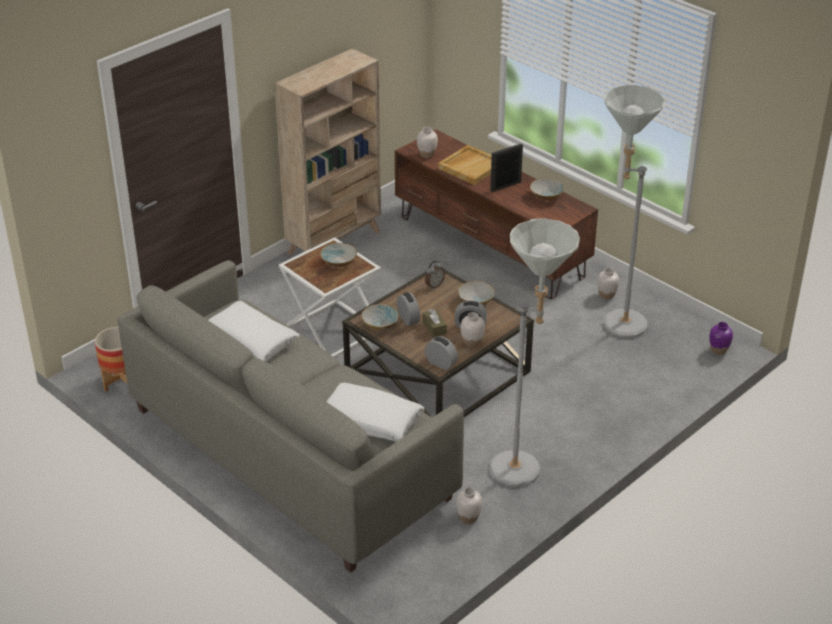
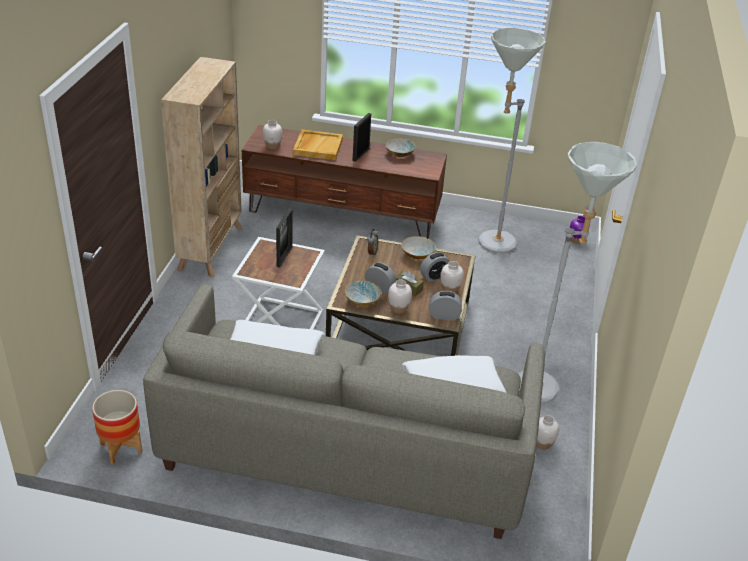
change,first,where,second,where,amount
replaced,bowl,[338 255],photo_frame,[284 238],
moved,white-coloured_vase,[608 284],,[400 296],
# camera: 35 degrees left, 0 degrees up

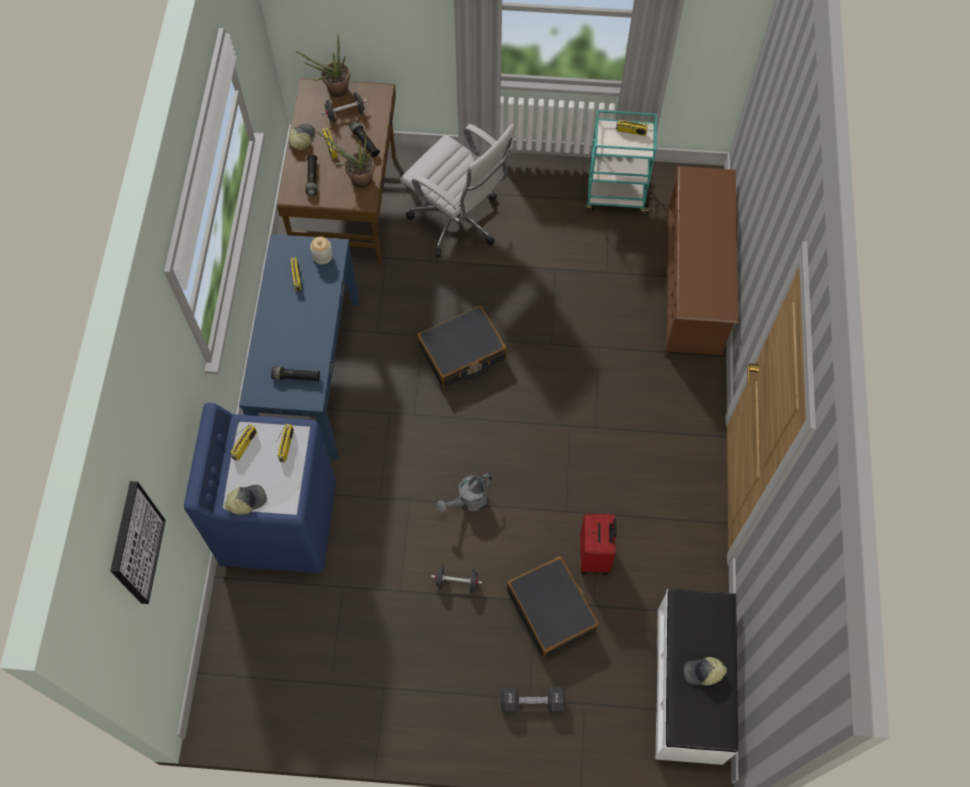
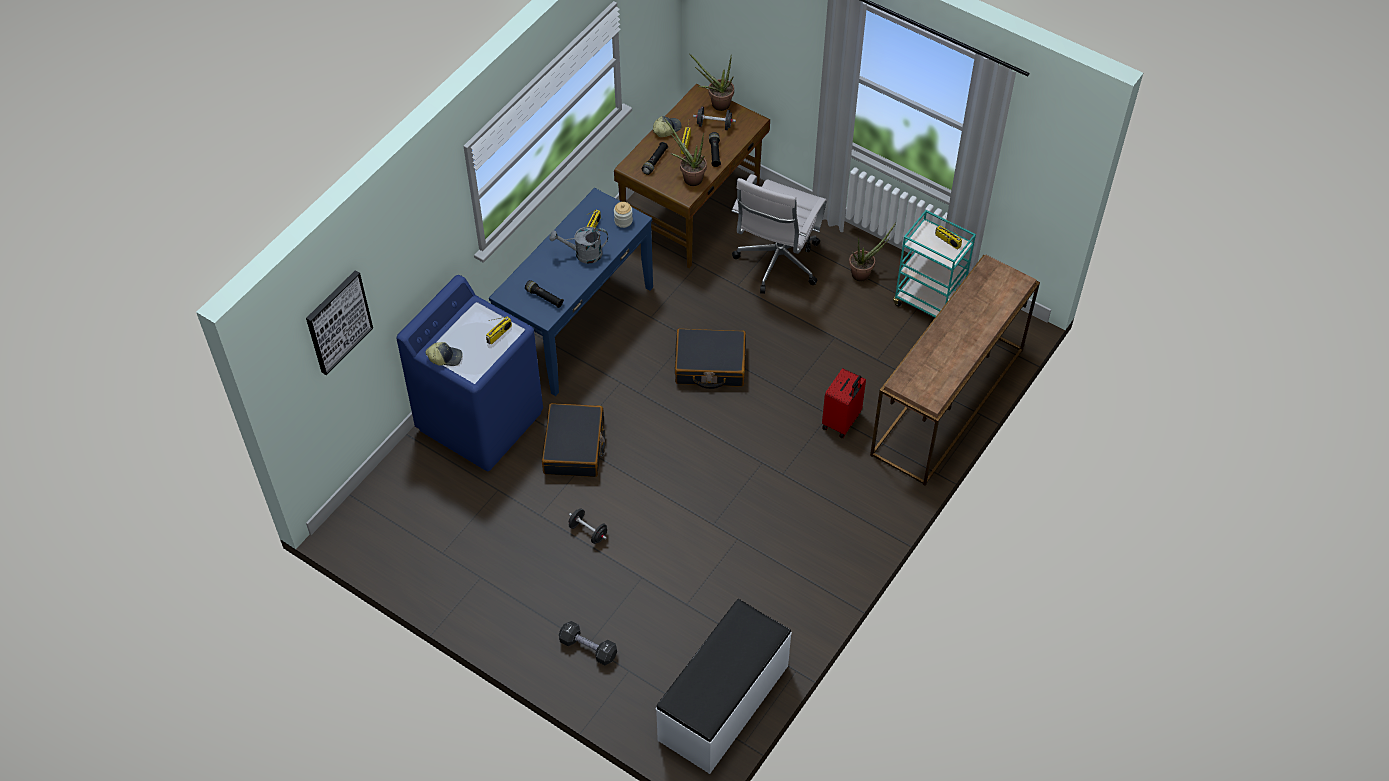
change,first,where,second,where,amount
moved,black-coloured_travel_case,[553 607],,[573 440],
moved,greyish_watering_can,[464 492],,[578 245],
turned,white-coloured_desk_chair,[457 191],,[779 234],45 degrees clockwise
moved,red-coloured_travel_case,[598 544],,[844 403],
added,,,houseplant,[872 251],
replaced,brown_shoe_stand,[701 260],brown_console_table,[955 370],
removed,radio_receiver,[243 442],,,
removed,peaked_cap,[705 671],,,
# camera: 30 degrees right, 10 degrees down

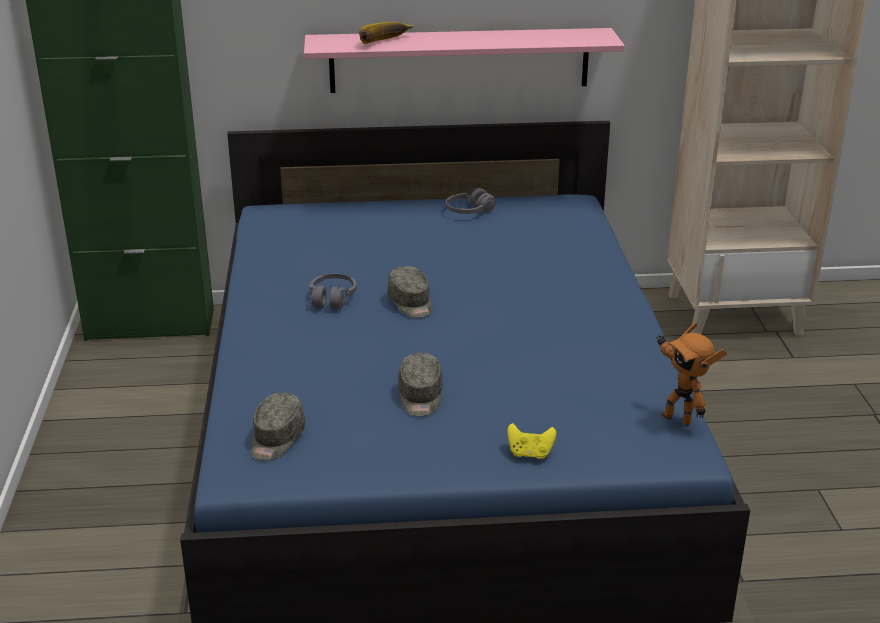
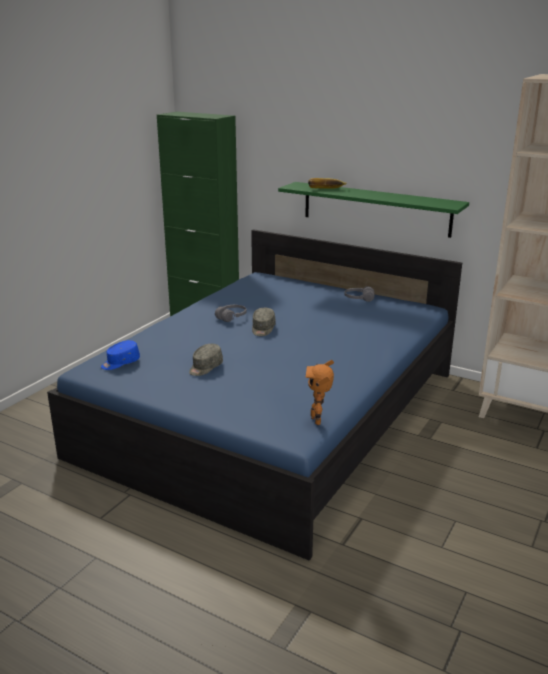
change,first,where,second,where,amount
recoloured,greyish_peaked_cap,[278 426],blue-coloured_peaked_cap,[120 355],
recoloured,pink_wall_shelf,[464 60],green_wall_shelf,[373 210],
removed,yellow-coloured_game_controller,[531 441],,,
# camera: 35 degrees right, 5 degrees down

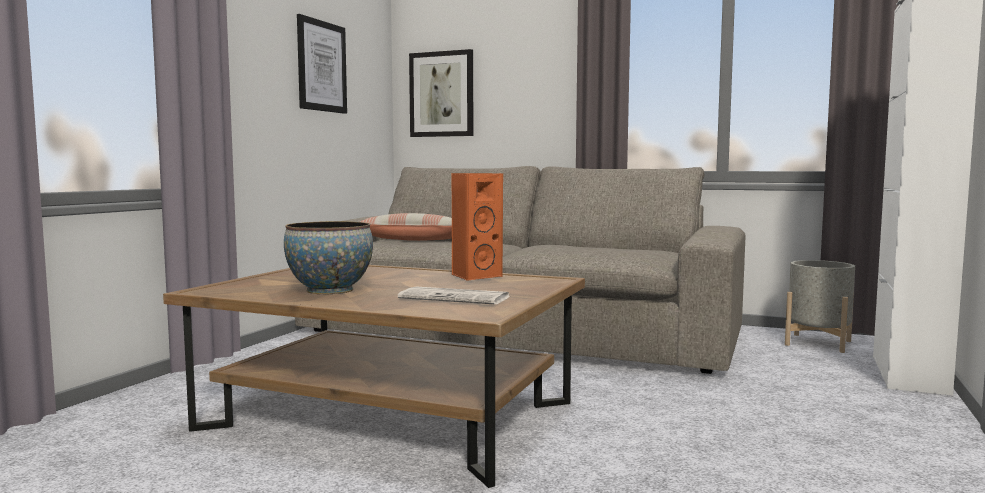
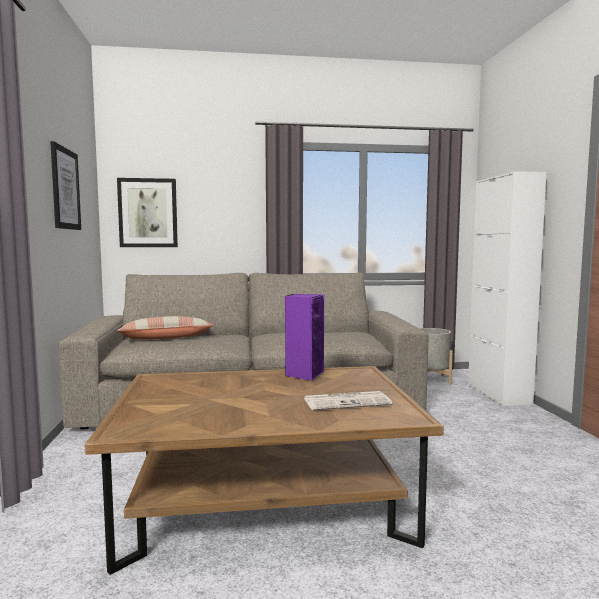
change,first,where,second,where,amount
recoloured,orange_speaker,[477 227],purple-coloured_speaker,[304 337],
removed,bowl,[328 258],,,
# camera: 30 degrees left, 0 degrees up

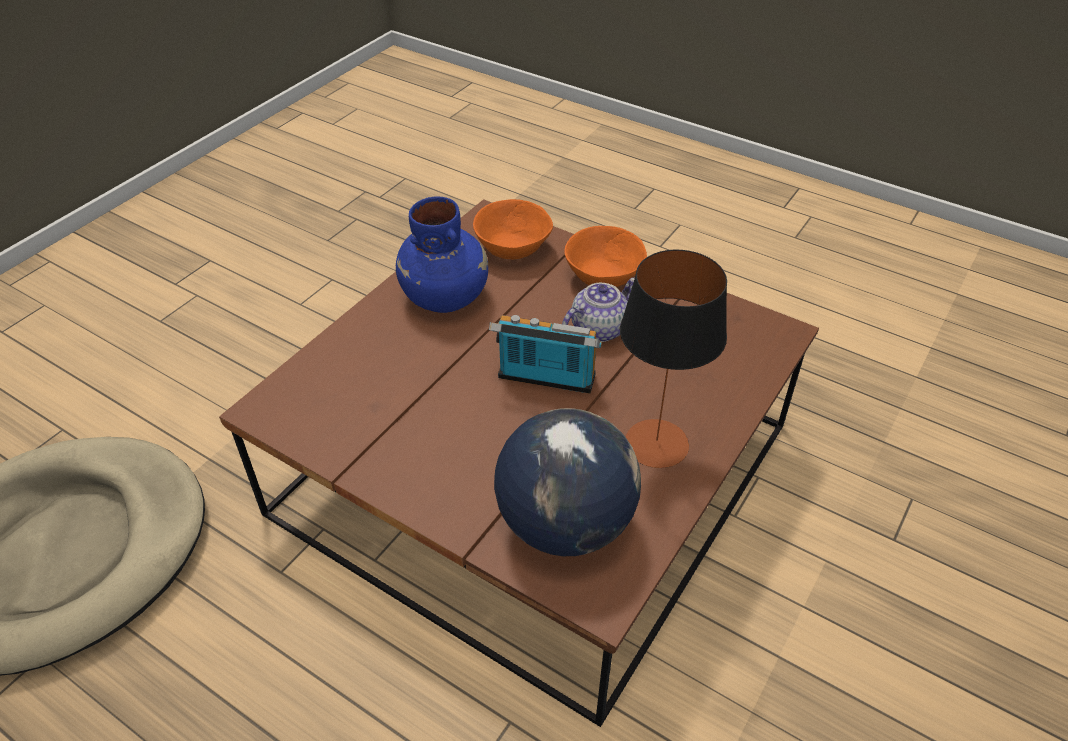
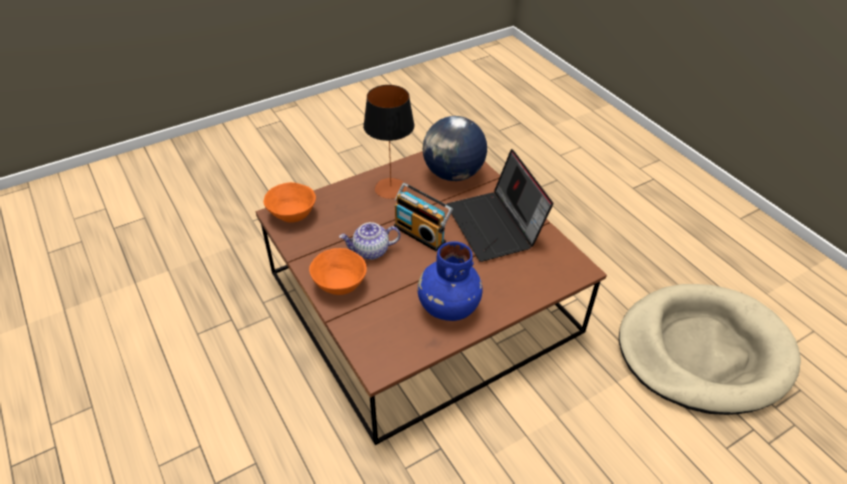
change,first,where,second,where,amount
moved,orange_bowl,[513 229],,[290 202],
added,,,portable_computer,[499 205],
# camera: 155 degrees left, 0 degrees up

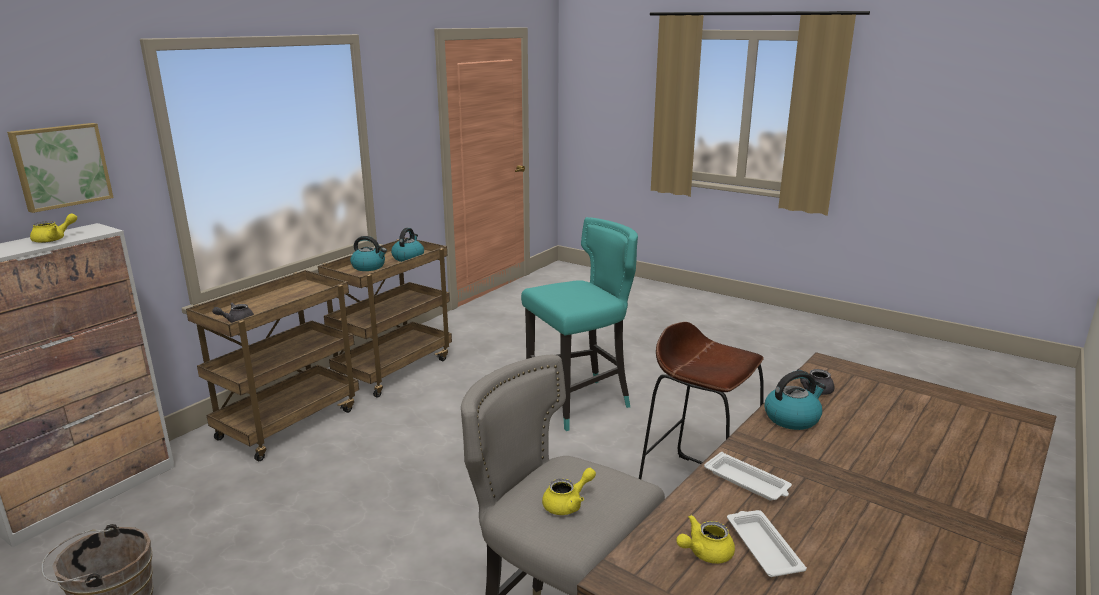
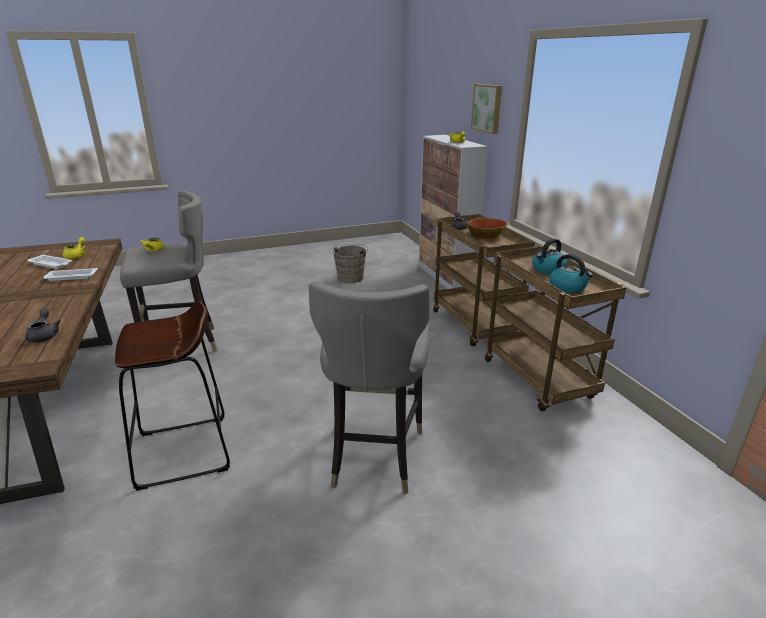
change,first,where,second,where,amount
recoloured,blue-green_stool,[579 324],greyish_stool,[369 387],
added,,,bowl,[487 229],
removed,water_kettle,[795 400],,,
# camera: 125 degrees right, 5 degrees up

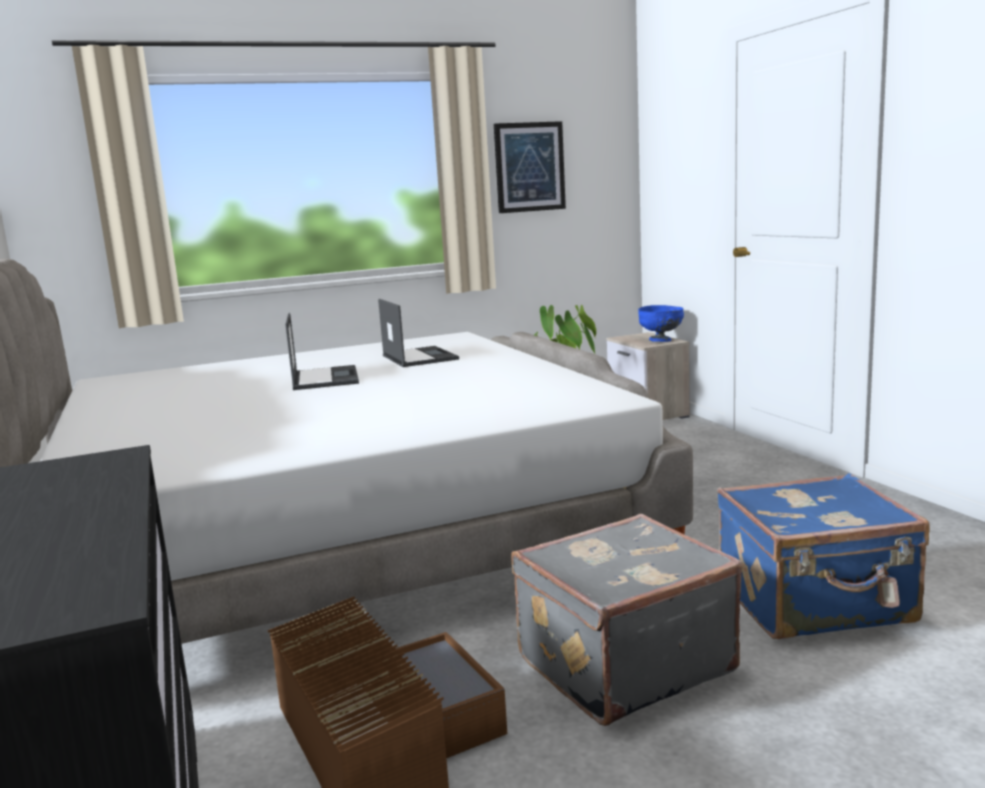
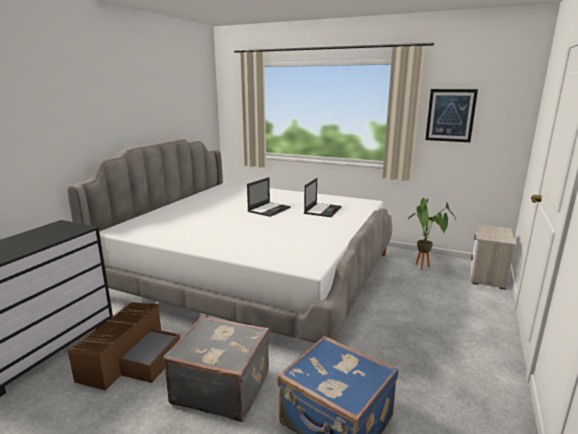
change,first,where,second,where,amount
removed,blue-coloured_bowl,[661 323],,,
# camera: 45 degrees right, 5 degrees up

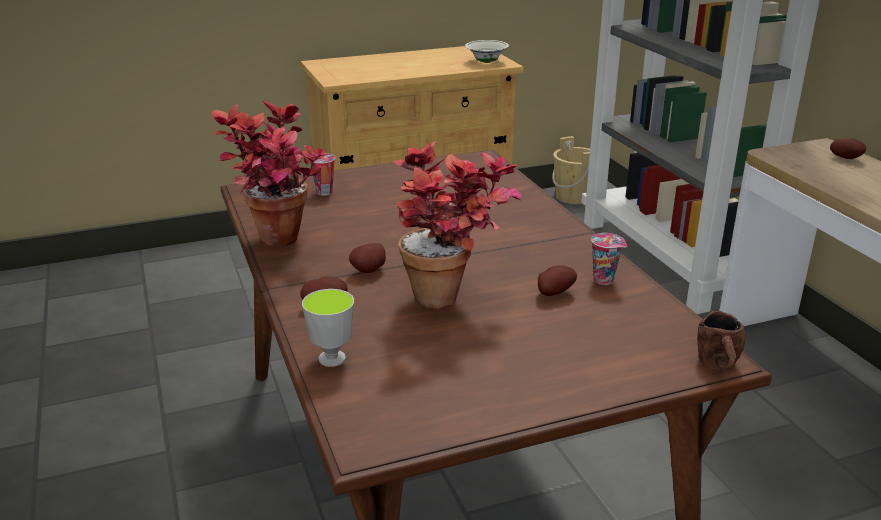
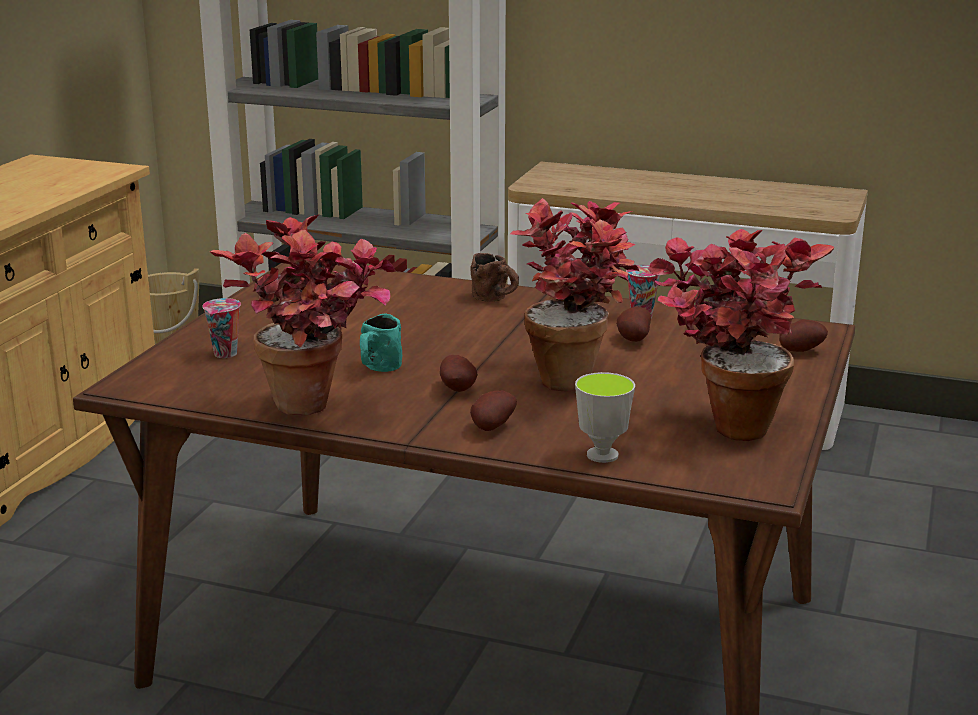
change,first,where,second,where,amount
added,,,blue-green_mug,[381 342],
moved,brown_mug,[721 340],,[494 277],
added,,,houseplant,[741 335],
moved,potato,[848 148],,[803 335],
removed,white-coloured_bowl,[487 51],,,
# camera: 50 degrees left, 5 degrees down

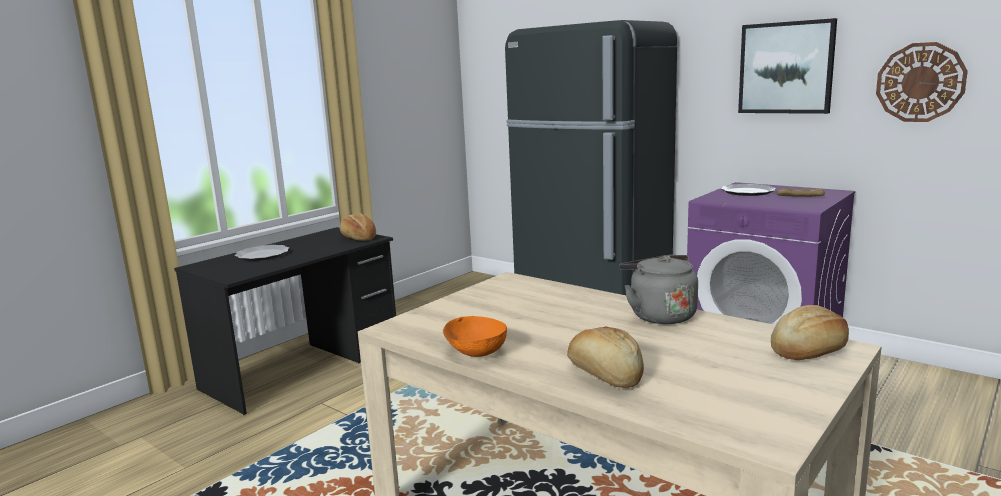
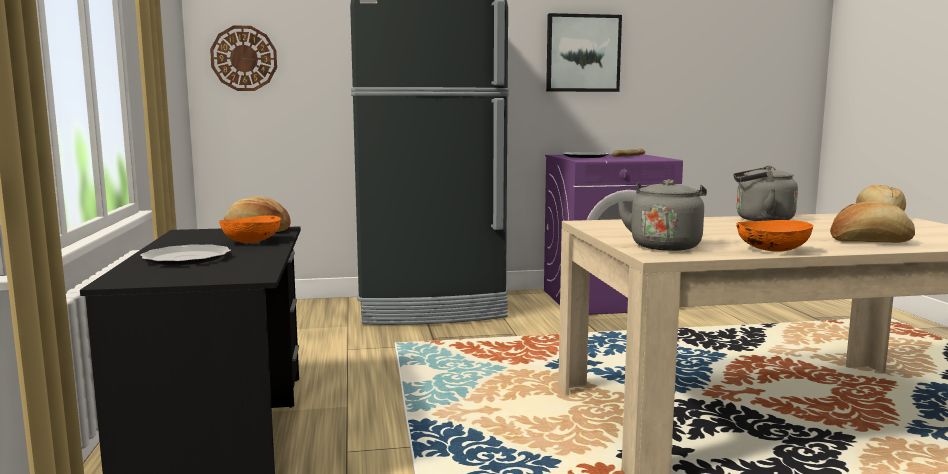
change,first,where,second,where,amount
moved,clock_on_the_wall,[922 82],,[243 58],
added,,,orange_bowl,[250 229],
added,,,greyish_water_kettle,[662 215],
# camera: 50 degrees left, 5 degrees down

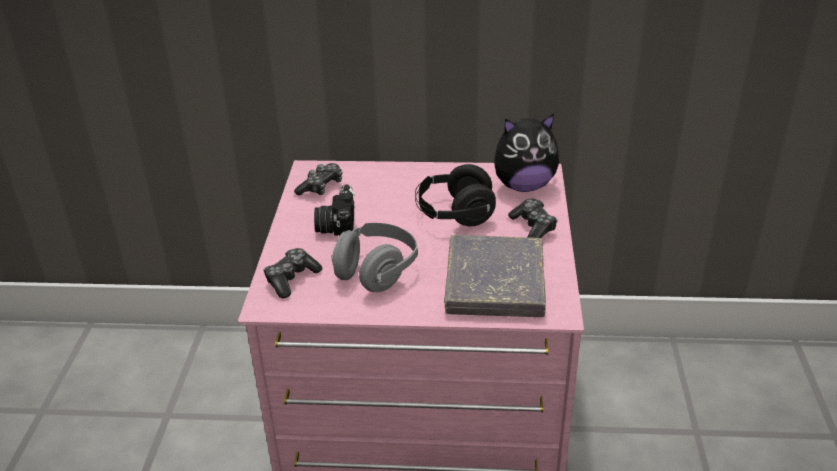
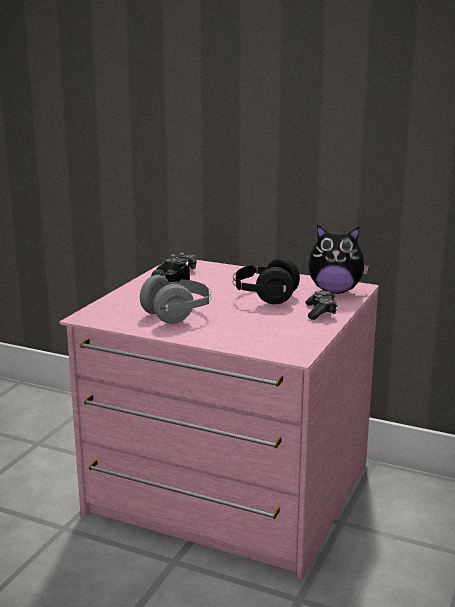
change,first,where,second,where,amount
removed,game_controller,[292 273],,,
removed,greyish_book,[495 276],,,
# camera: 20 degrees right, 15 degrees down

